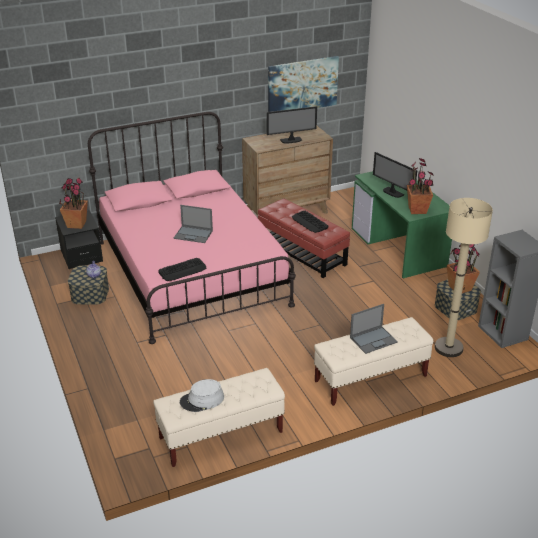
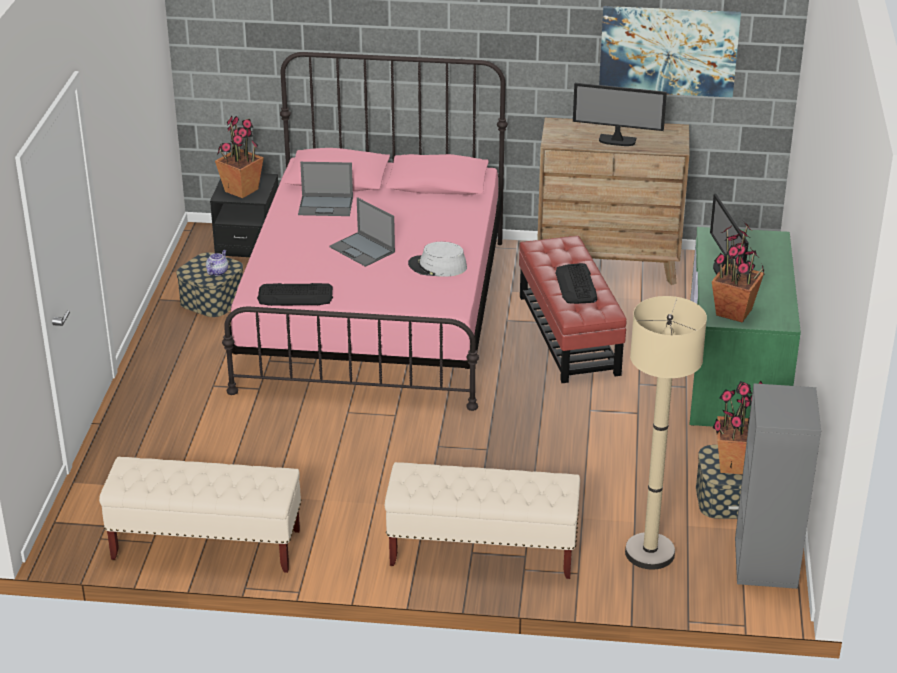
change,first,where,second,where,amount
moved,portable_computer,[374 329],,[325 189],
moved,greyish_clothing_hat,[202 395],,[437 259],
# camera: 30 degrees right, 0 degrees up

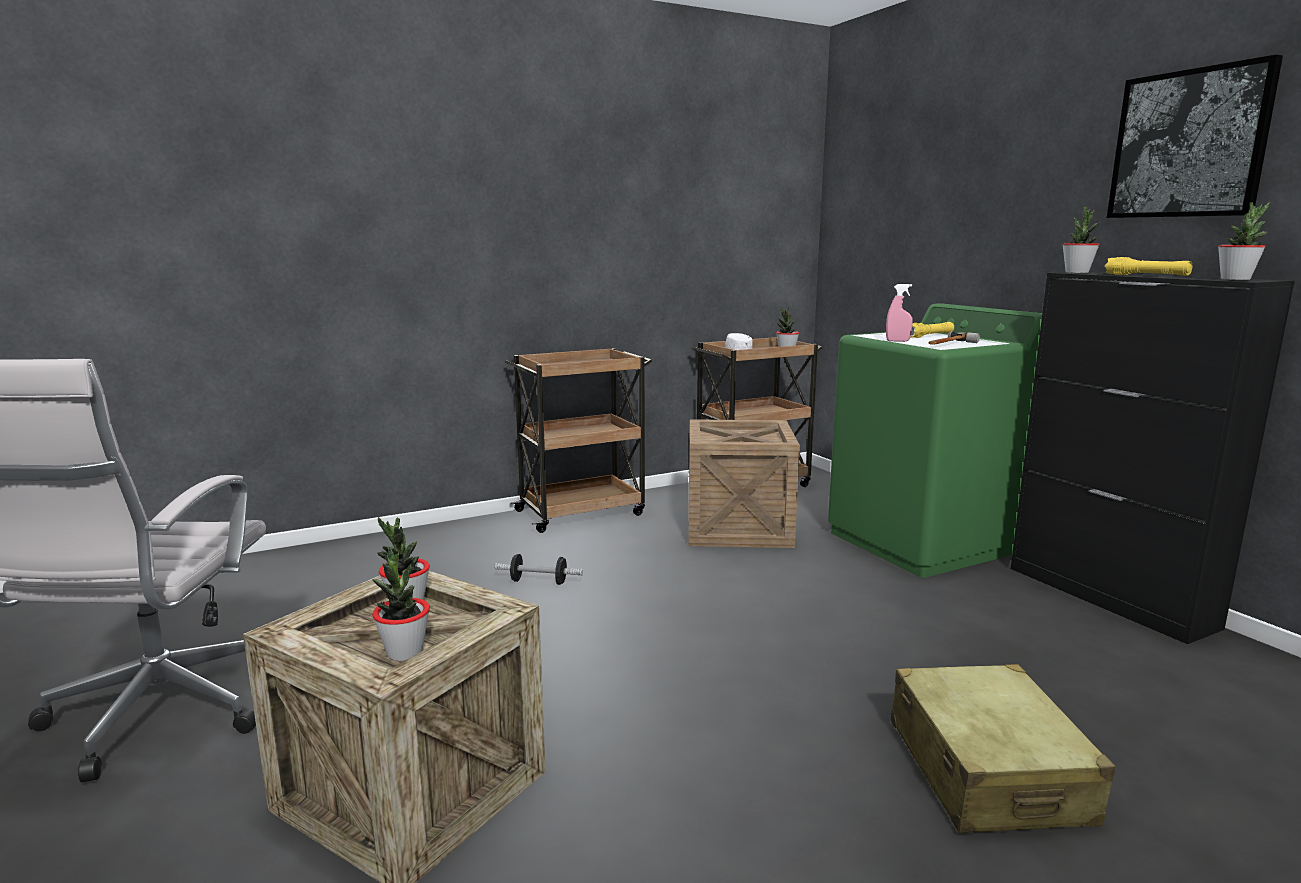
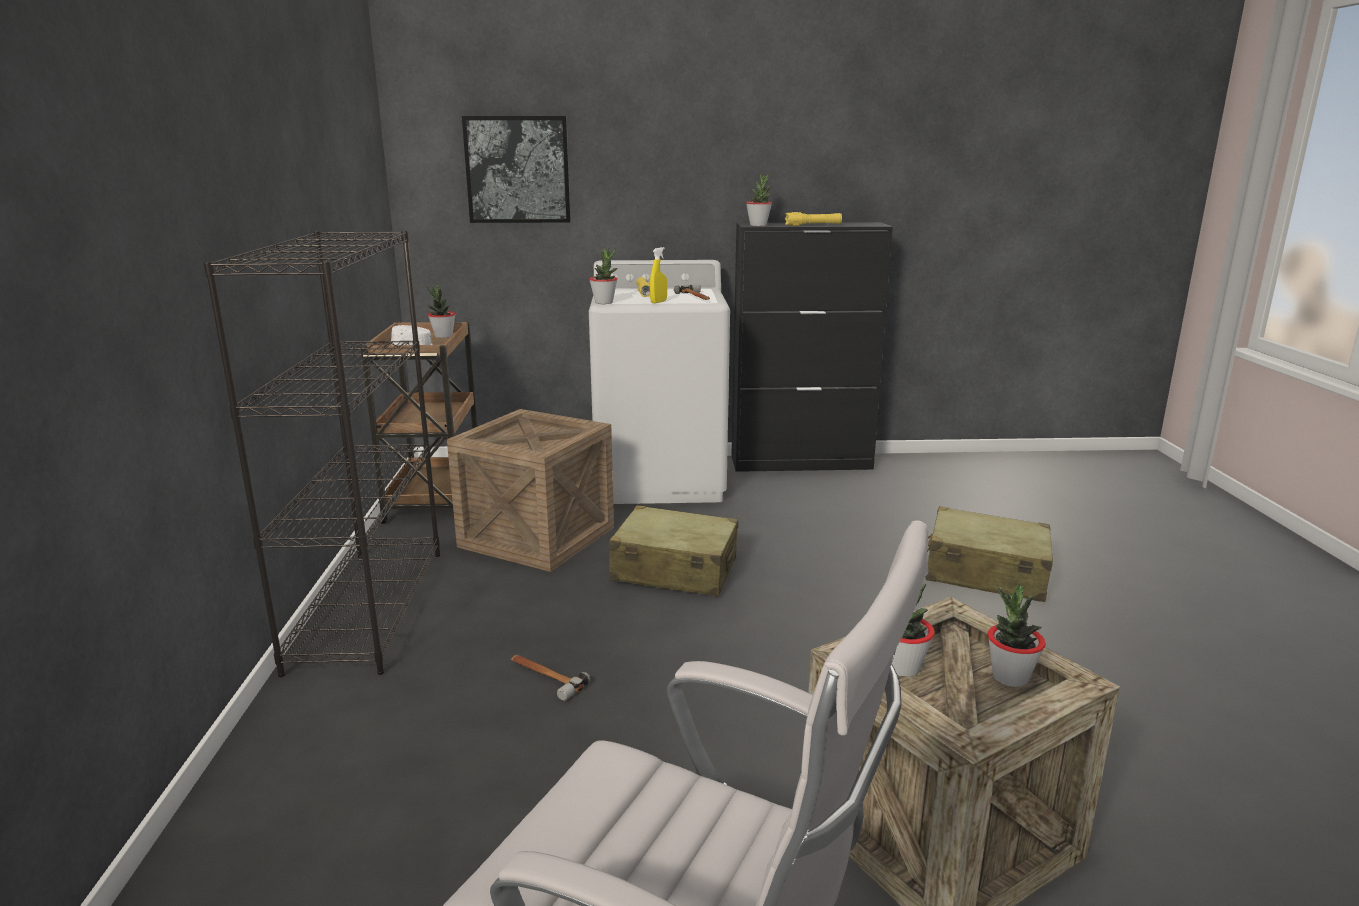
change,first,where,second,where,amount
replaced,brown_cart,[578 440],black-coloured_shelving_unit,[322 454],
moved,wall_art,[1195 136],,[516 169],
replaced,free_weight,[539 569],tool_hammer,[550 678],
moved,houseplant,[1244 240],,[603 275],
recoloured,green_washing_machine,[935 440],white-coloured_washing_machine,[659 382],
added,,,beige_travel_case,[673 550],
recoloured,pink_hand_sprayer,[899 313],yellow-coloured_hand_sprayer,[658 275],
# camera: 65 degrees left, 5 degrees up

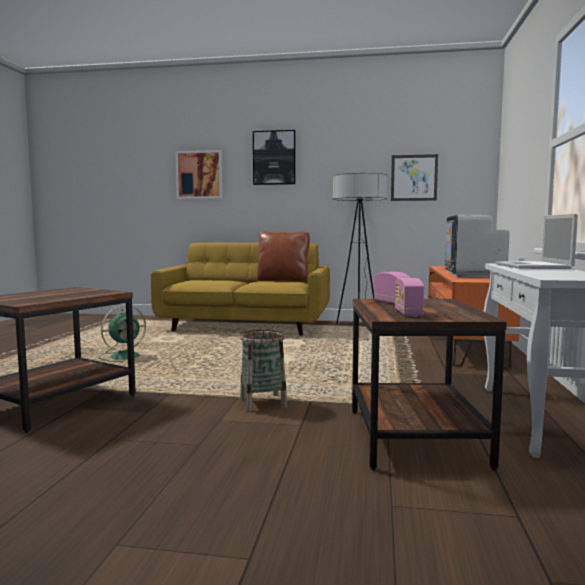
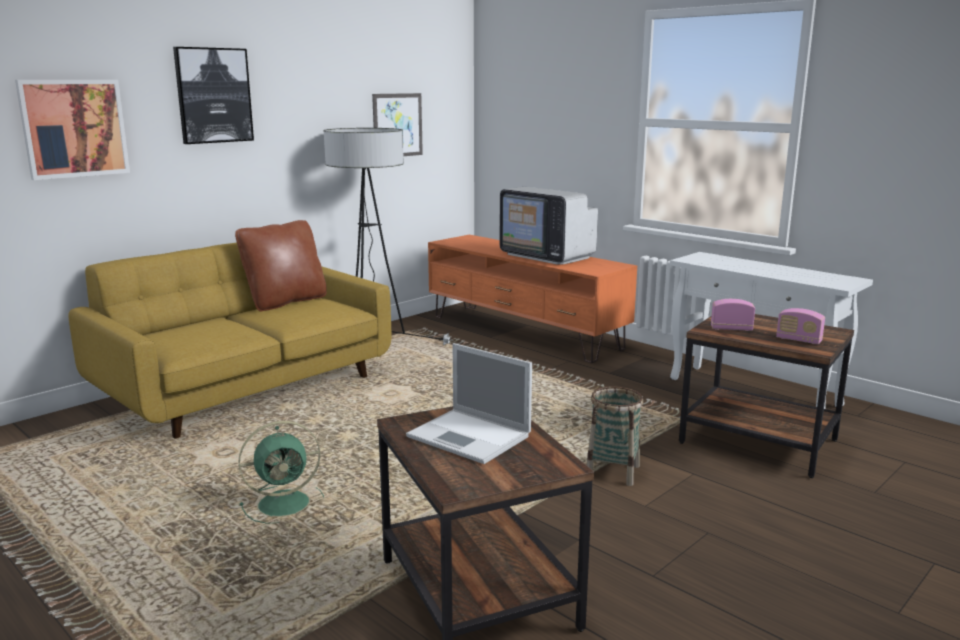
change,first,where,second,where,amount
turned,green_electric_fan,[122 333],,[281 472],75 degrees clockwise
moved,portable_computer,[537 241],,[469 403],
# camera: 55 degrees left, 10 degrees up

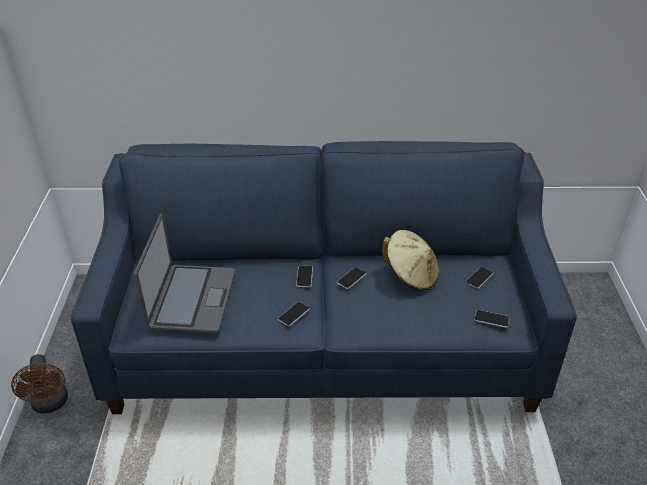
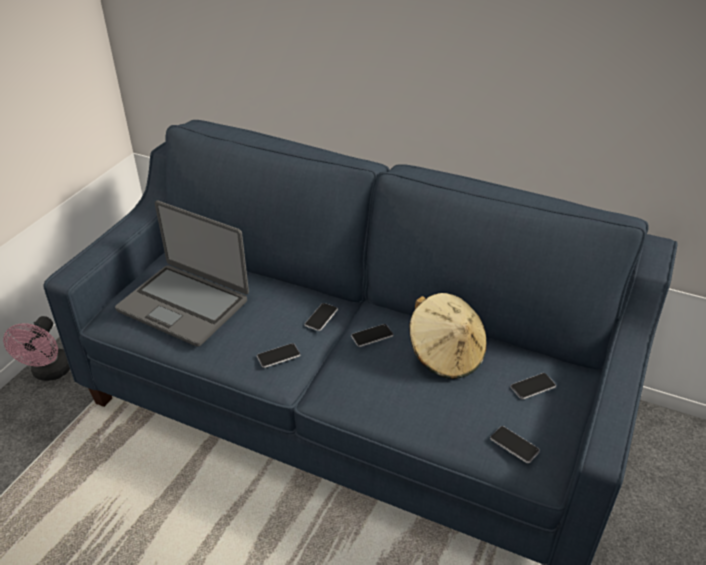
change,first,where,second,where,amount
recoloured,brown_electric_fan,[39 384],pink_electric_fan,[36 348],
turned,portable_computer,[184 274],,[182 274],90 degrees clockwise
# camera: 25 degrees right, 0 degrees up

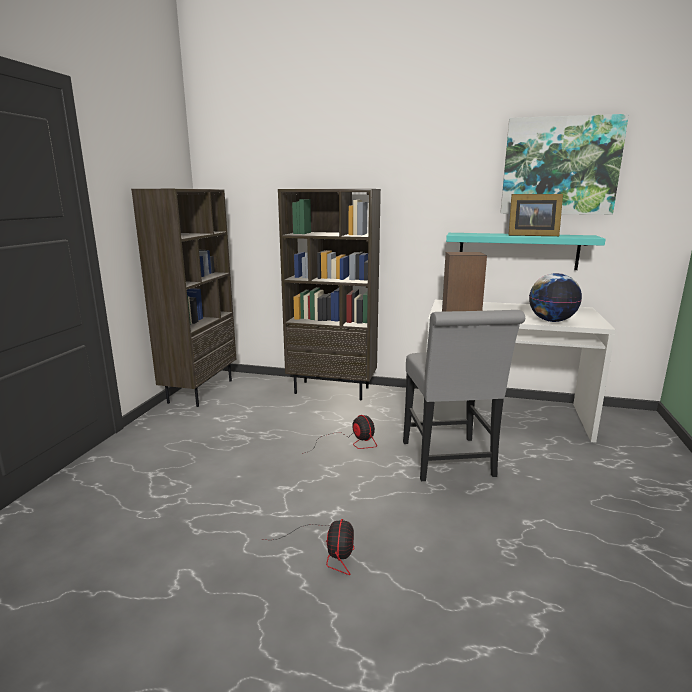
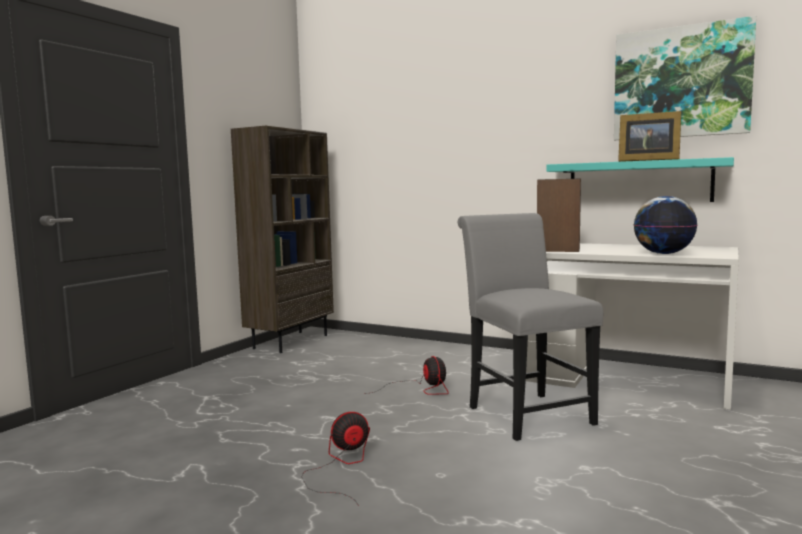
change,first,where,second,where,amount
turned,electric_fan,[307 547],,[336 459],135 degrees counterclockwise
turned,greyish_plain_chair,[464 395],,[530 327],150 degrees clockwise
removed,brown_shelving_unit,[329 295],,,
# camera: 15 degrees right, 10 degrees down

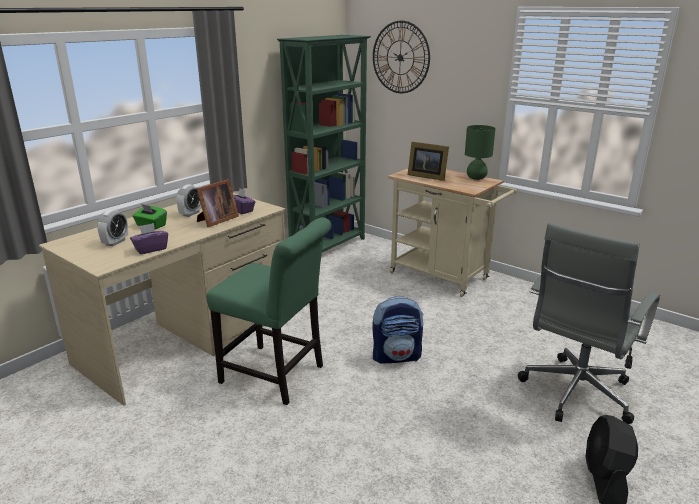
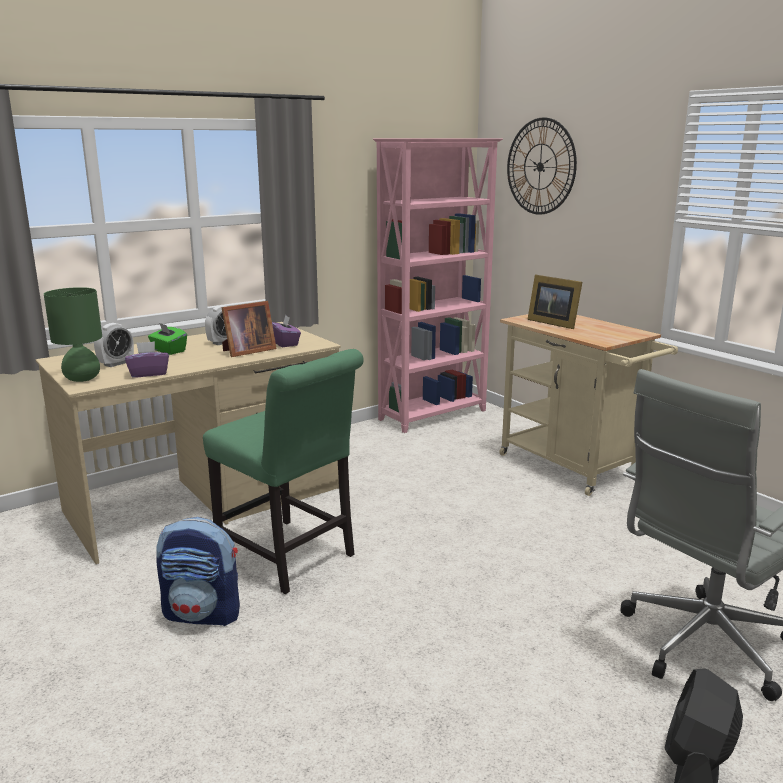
change,first,where,second,where,amount
moved,green_lamp_for_a_table,[480 152],,[73 334],
moved,rucksack,[397 329],,[198 571],
recoloured,green_shelving_unit,[324 143],pink_shelving_unit,[438 285],
# camera: 15 degrees right, 5 degrees down

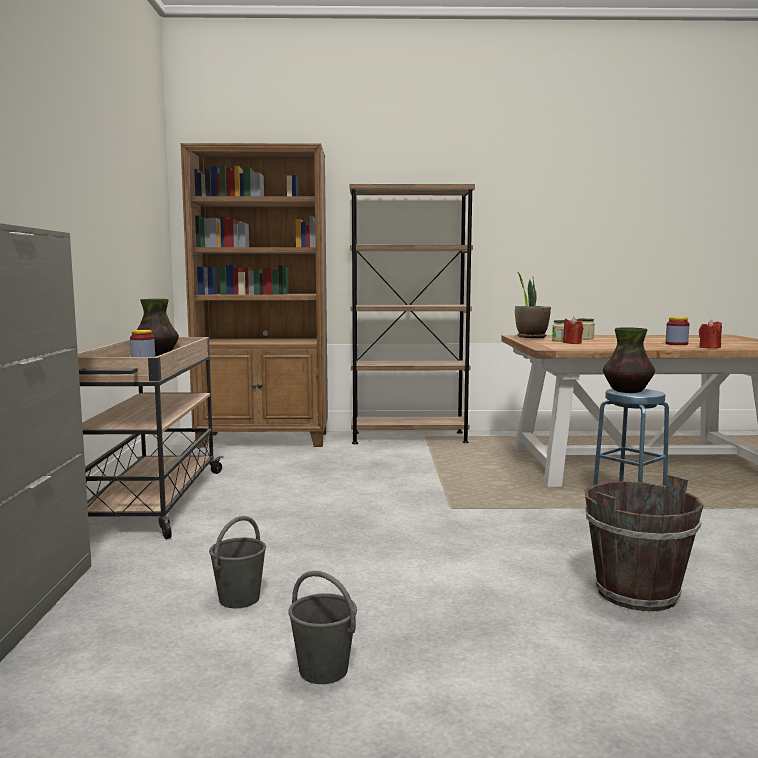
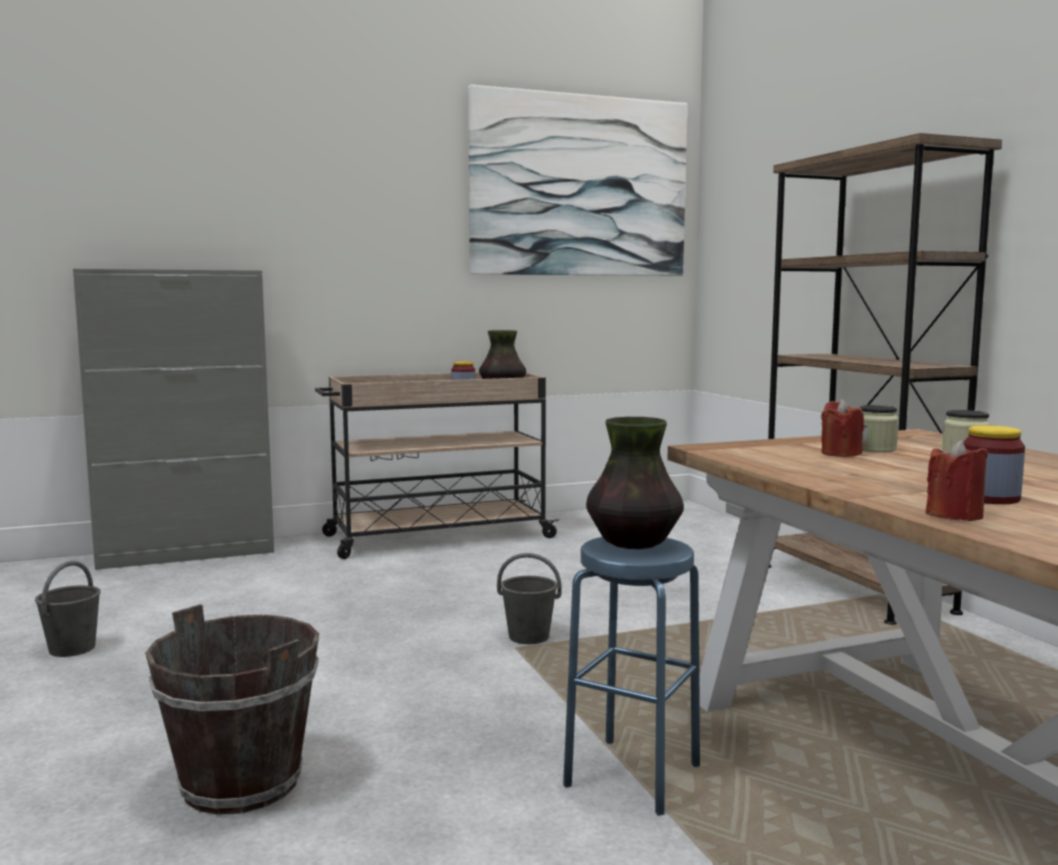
change,first,where,second,where,amount
added,,,wall_art,[577 180],
moved,greyish_water_bucket,[237 562],,[529 598],
removed,brown_shelving_unit,[254 295],,,
removed,houseplant,[533 305],,,
# camera: 70 degrees right, 0 degrees up

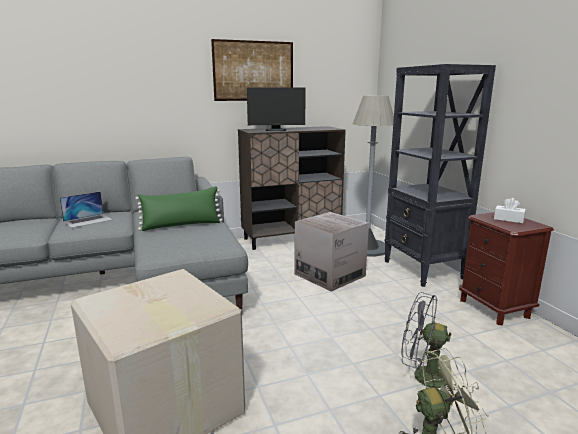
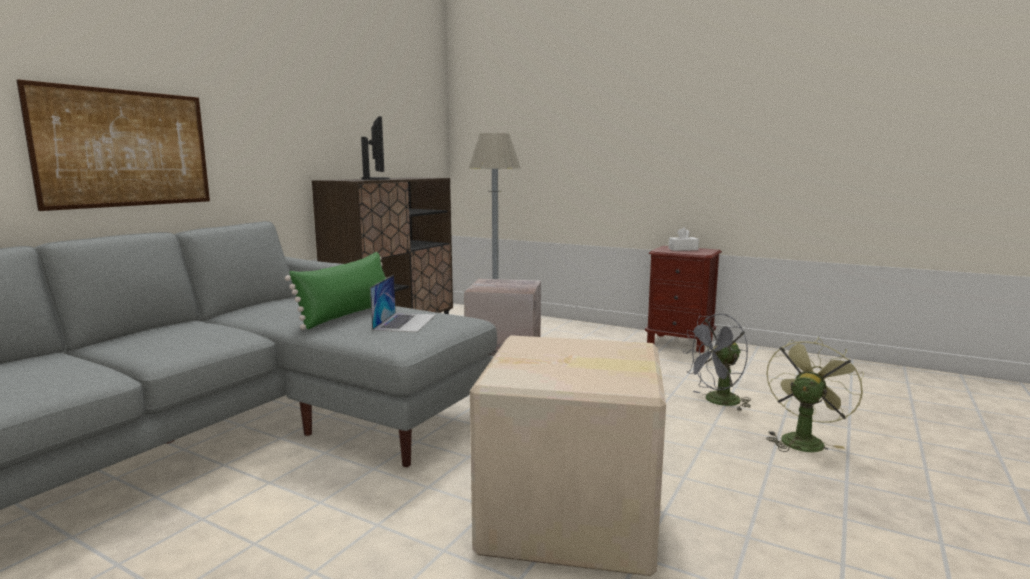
change,first,where,second,where,amount
moved,wall_art,[252 70],,[113 145],
turned,monitor,[276 109],,[375 148],60 degrees counterclockwise
moved,portable_computer,[86 209],,[403 303],
removed,black-coloured_shelving_unit,[440 175],,,
# camera: 40 degrees left, 5 degrees down

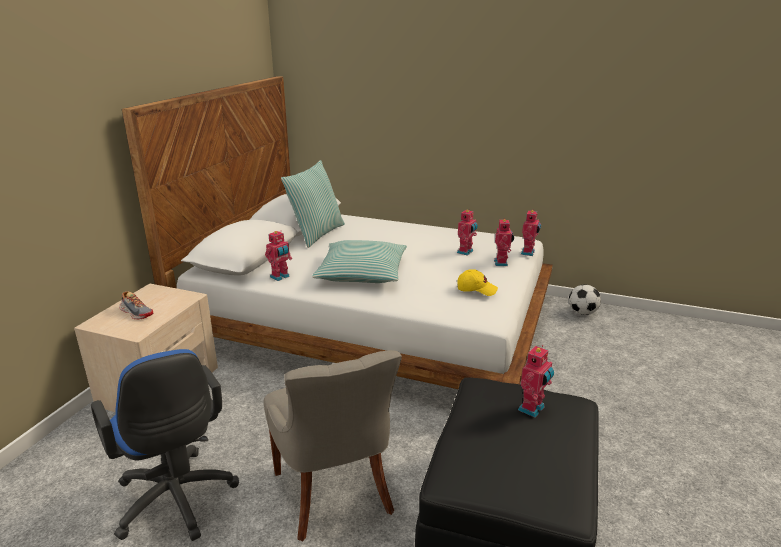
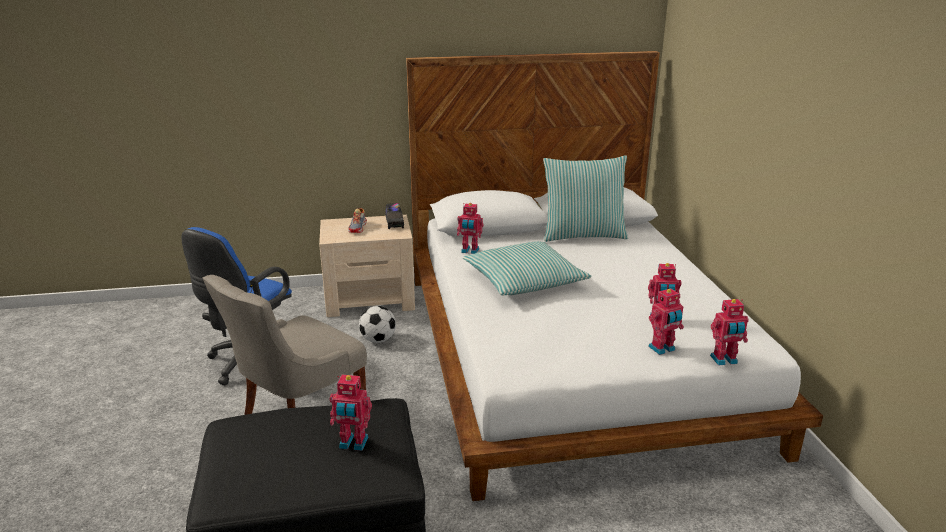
change,first,where,second,where,amount
moved,football,[585 299],,[377 324],
added,,,toy_lorry,[394 216],
removed,yellow-coloured_peaked_cap,[477 282],,,
# camera: 60 degrees right, 0 degrees up

